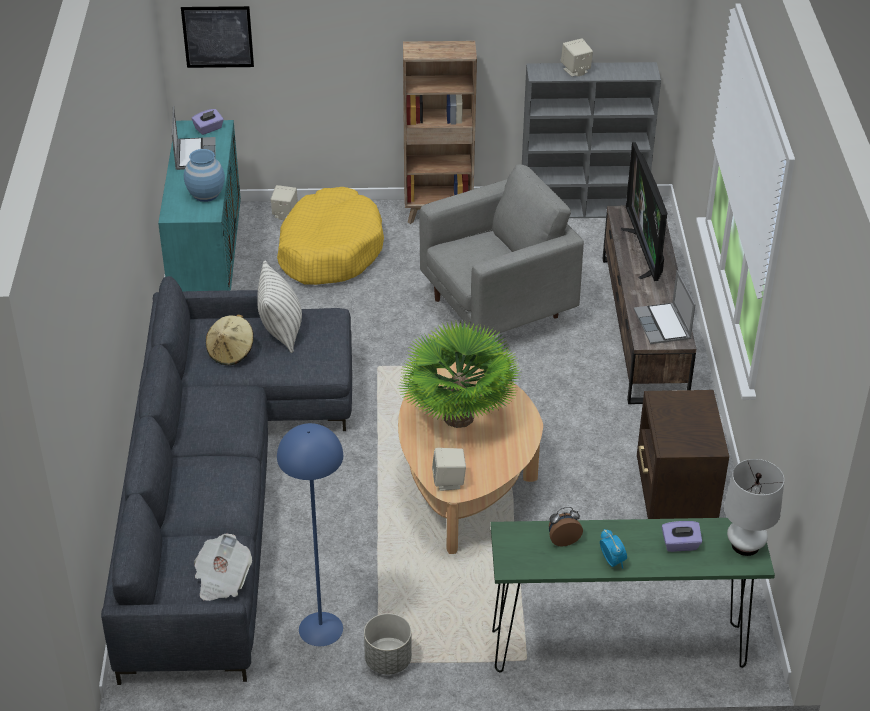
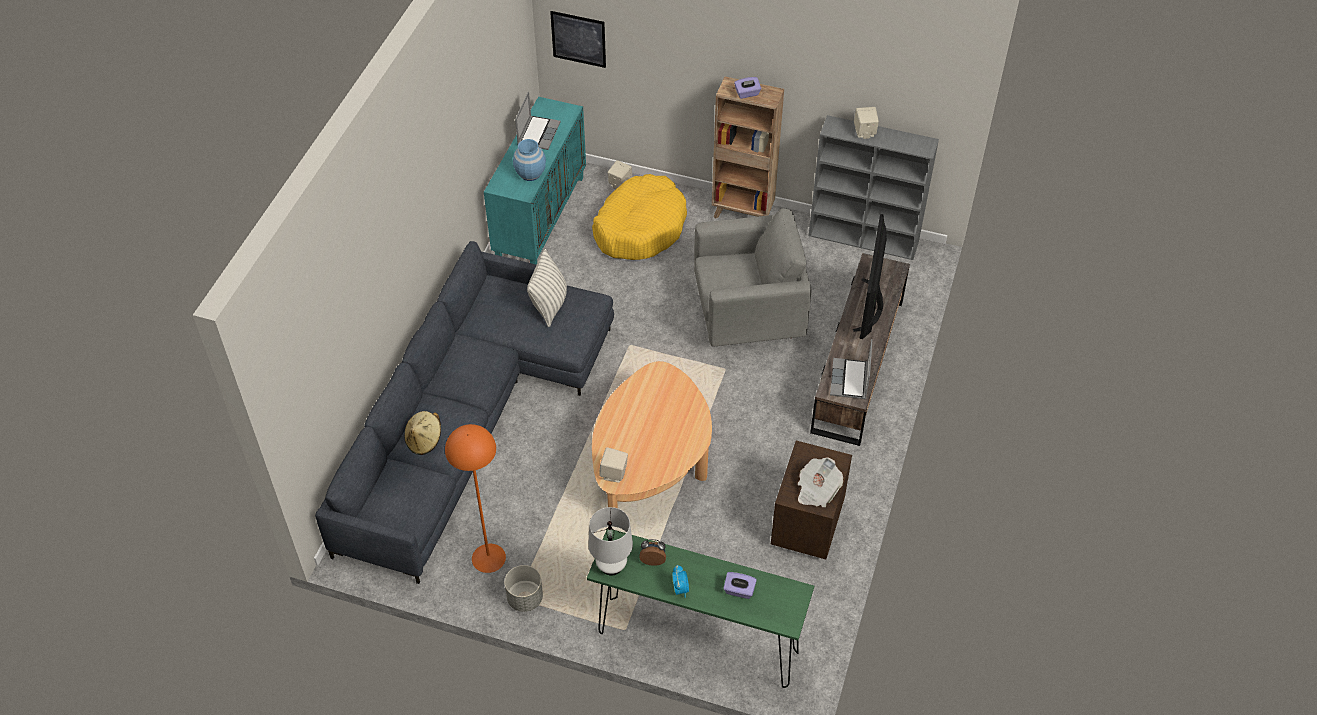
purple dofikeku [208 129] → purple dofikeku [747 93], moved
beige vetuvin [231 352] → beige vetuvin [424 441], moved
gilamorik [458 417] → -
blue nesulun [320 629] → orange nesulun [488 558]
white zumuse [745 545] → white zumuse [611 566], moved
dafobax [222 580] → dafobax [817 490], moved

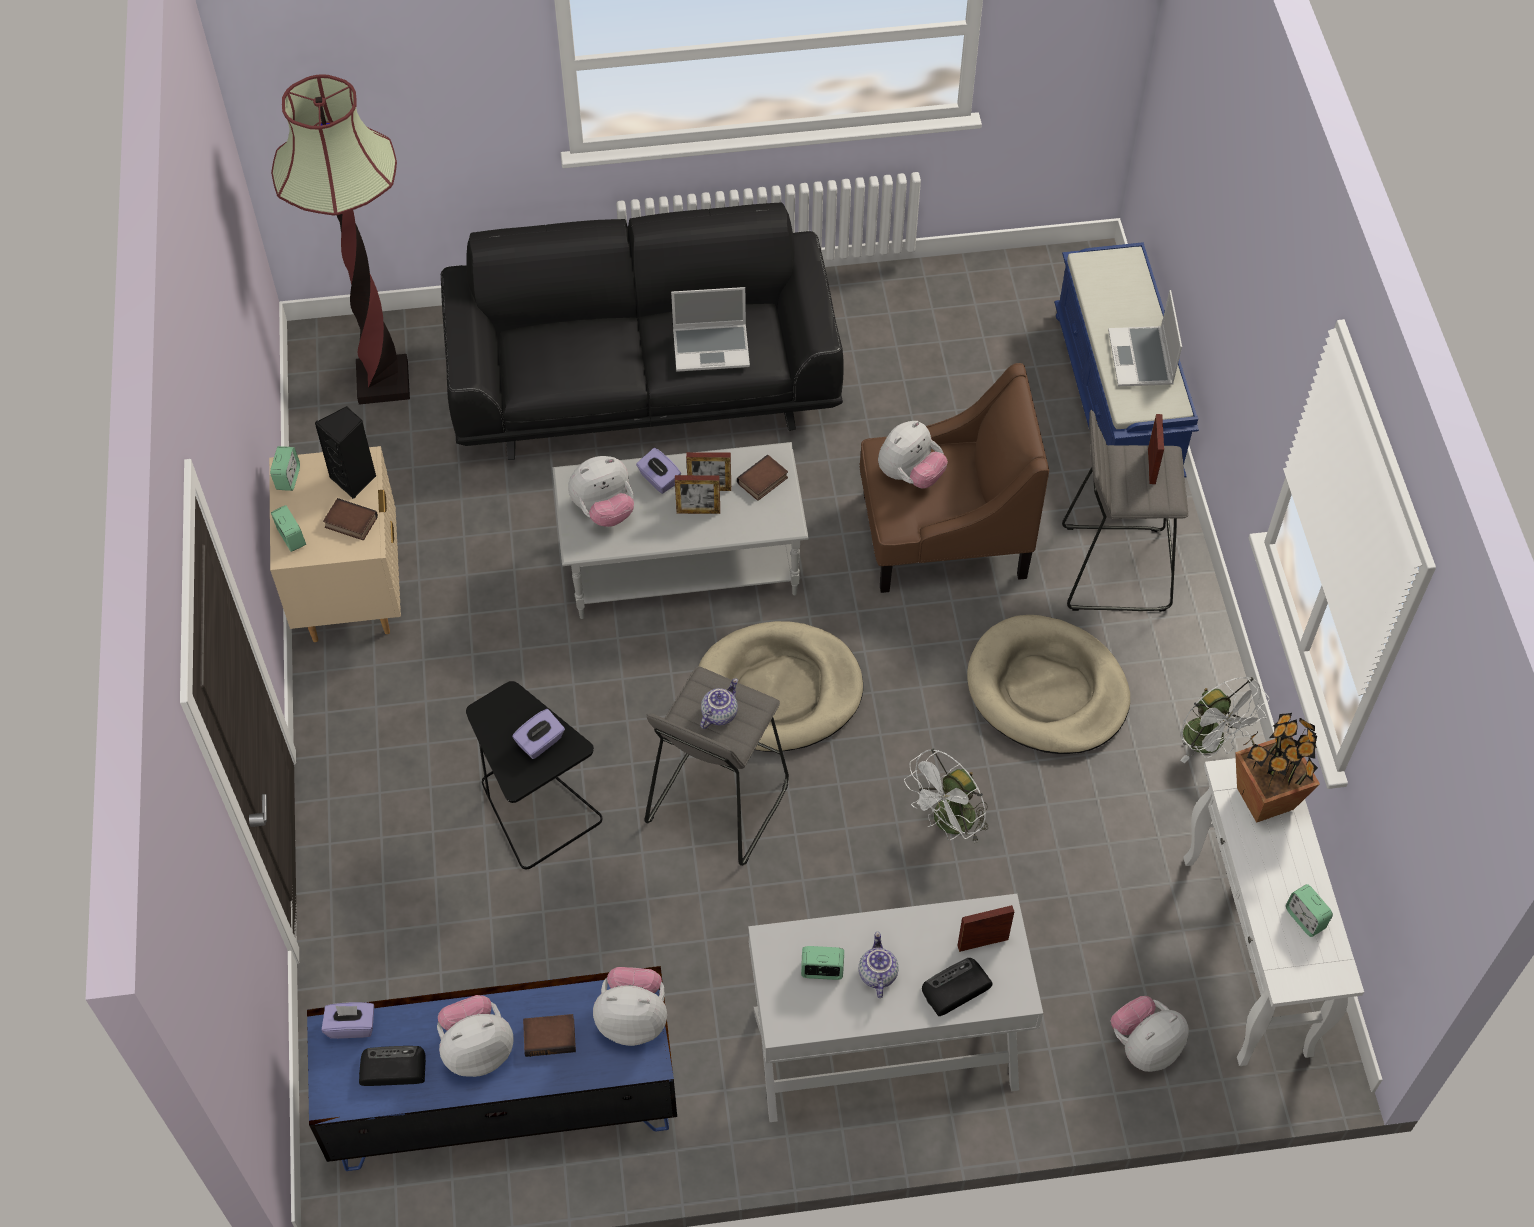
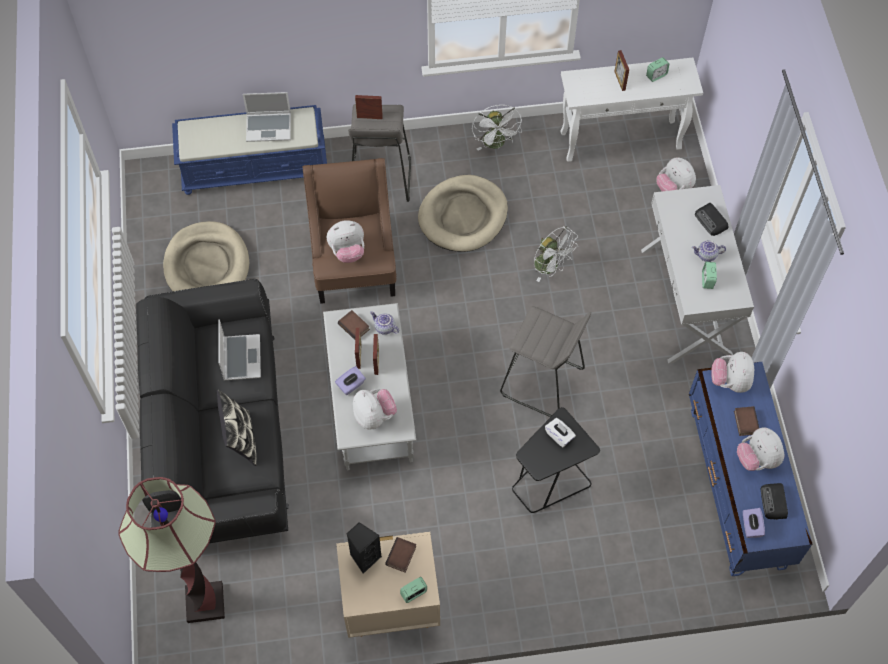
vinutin [910 475] → vinutin [347 251], 120 degrees clockwise
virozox [288 478] → -
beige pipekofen [779 691] → beige pipekofen [207 265], moved
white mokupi [1210 743] → white mokupi [496 144], 105 degrees clockwise
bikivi [719 713] → bikivi [384 328], moved
purple dofikeku [540 742] → white dofikeku [559 436]
gilamorik [1266 798] → -
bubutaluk [982 942] → bubutaluk [619 81], moved
- → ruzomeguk [241 440]

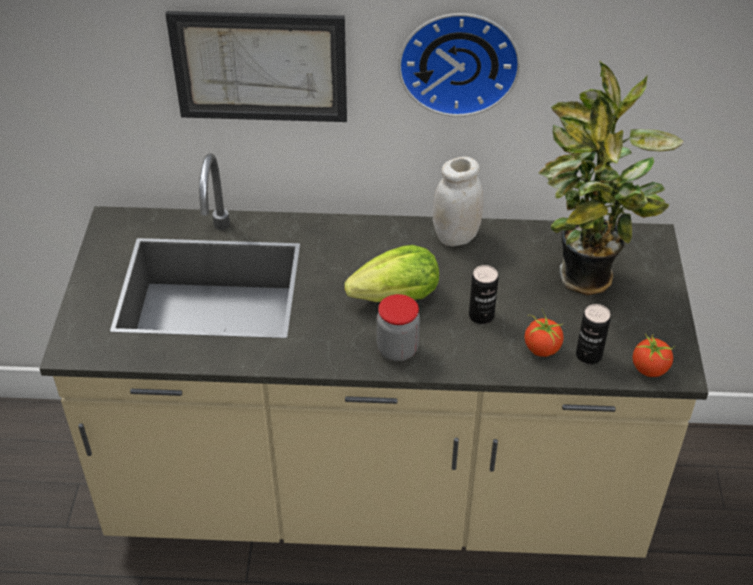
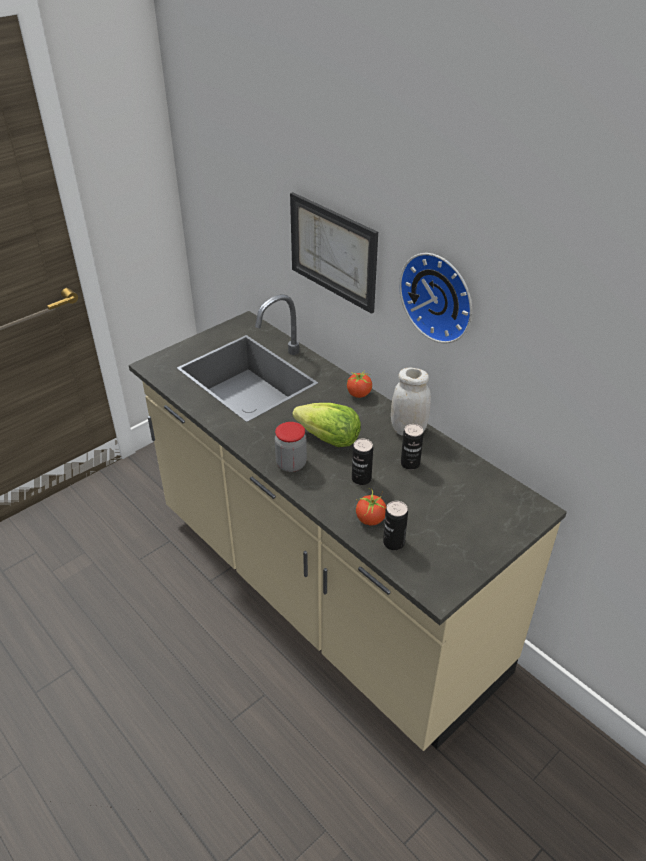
gilamorik [585 282] → -
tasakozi [650 369] → tasakozi [359 394], moved
- → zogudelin [410 463]

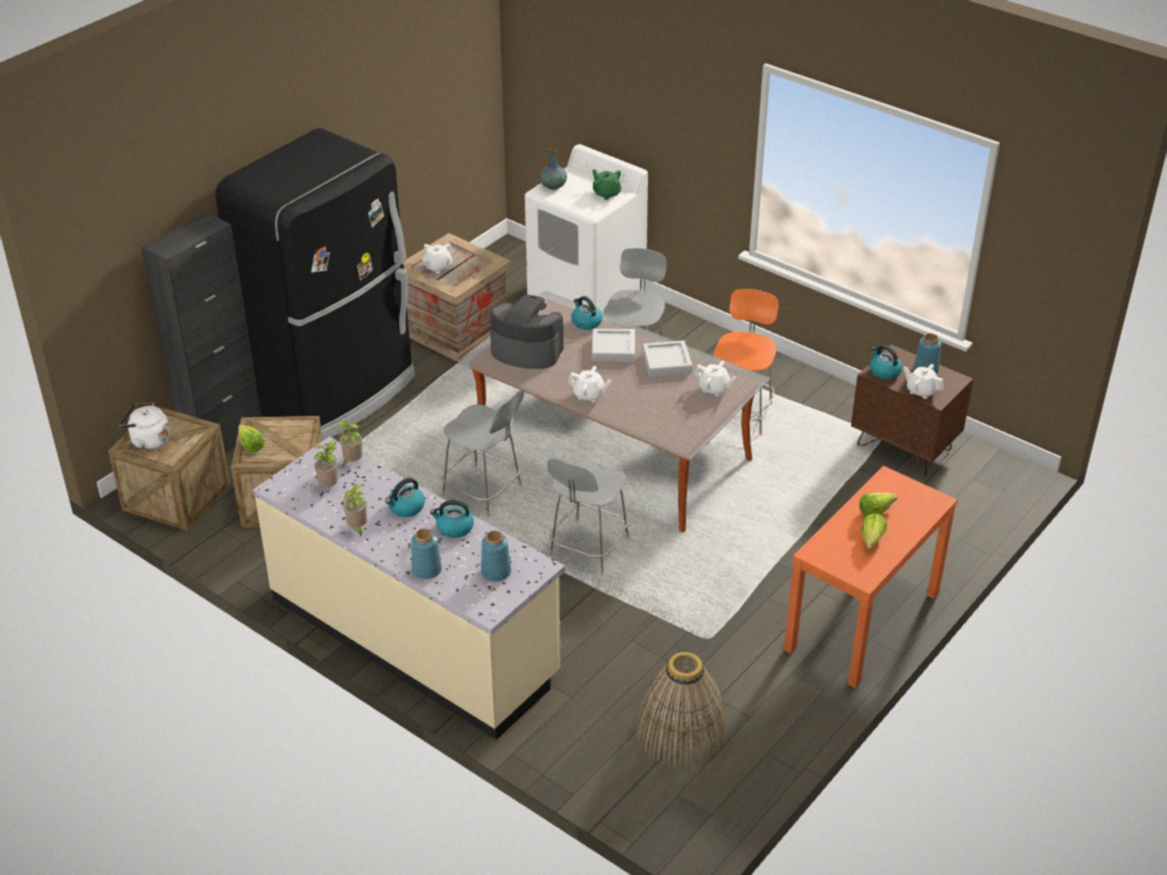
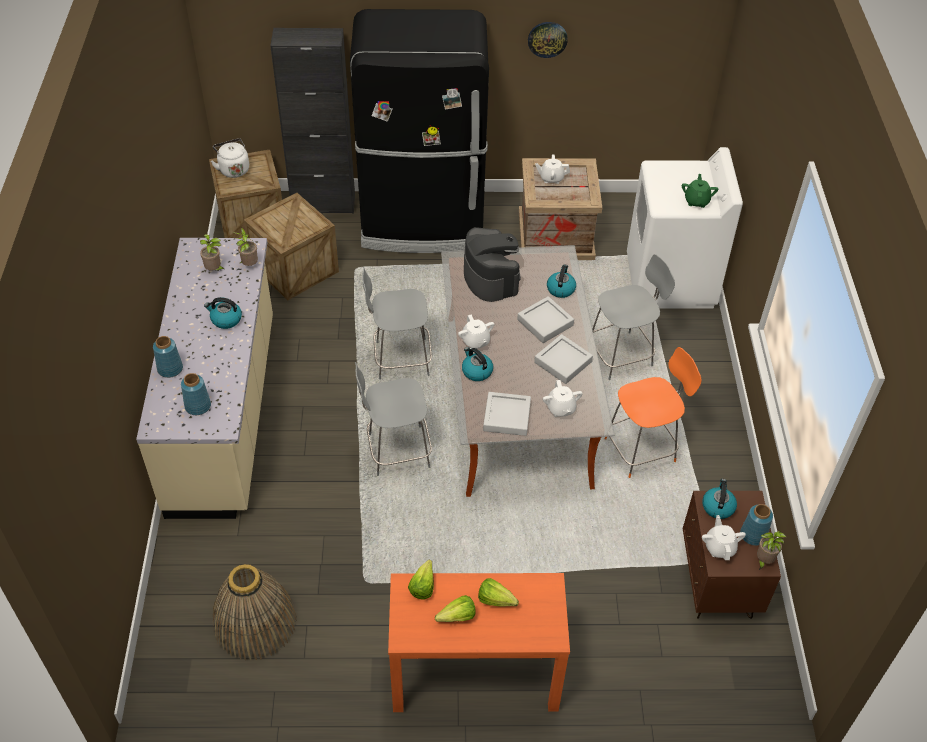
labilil [553 186] → -
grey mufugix [484 492] → grey mufugix [399 359], 90 degrees clockwise
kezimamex [250 444] → kezimamex [424 584], moved
gilamorik [357 528] → gilamorik [763 561], moved
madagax [454 528] → madagax [476 371], moved
- → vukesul [547 39]
- → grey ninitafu [507 416]

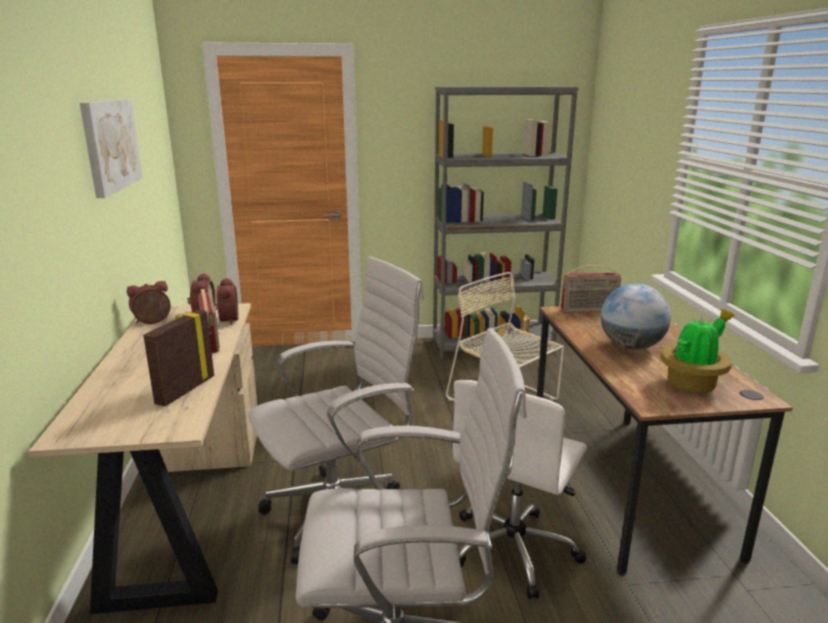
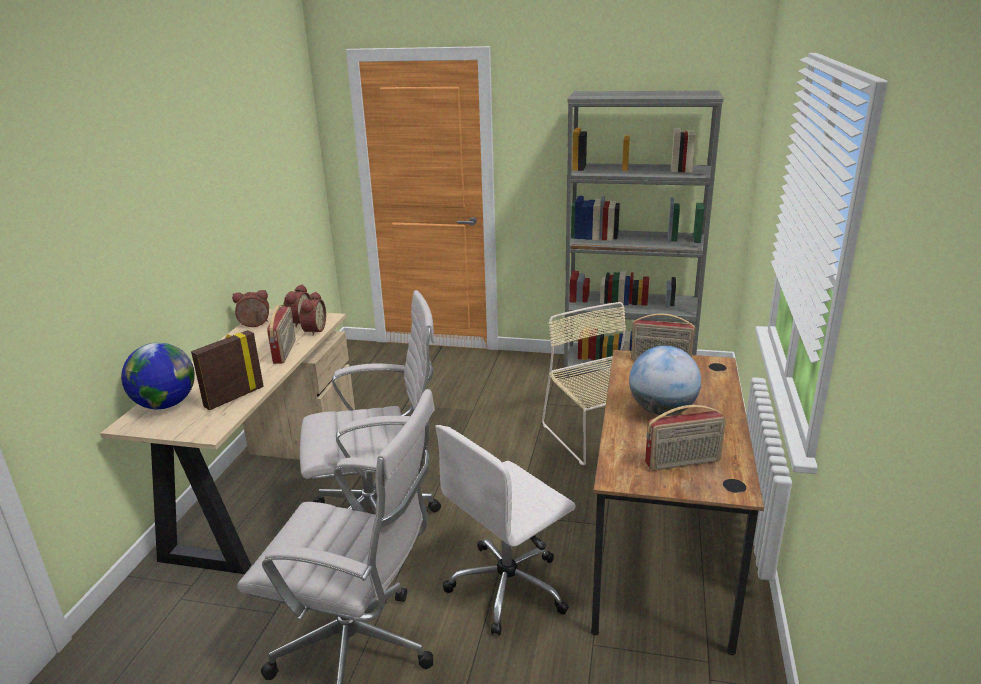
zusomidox [110 145] → -
gilamorik [692 384] → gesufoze [683 463]
- → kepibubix [166 404]

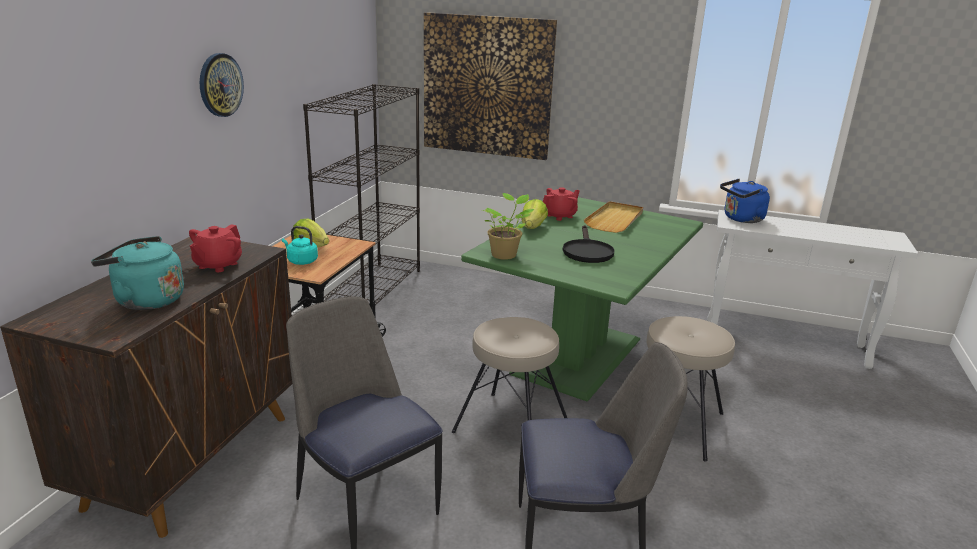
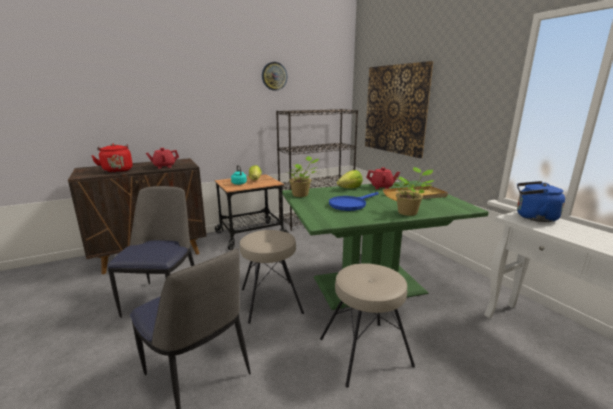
vukesul [220 85] → vukesul [274 76], moved
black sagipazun [587 251] → blue sagipazun [350 204]
turquoise madagax [146 300] → red madagax [117 170]
- → gilamorik [409 212]

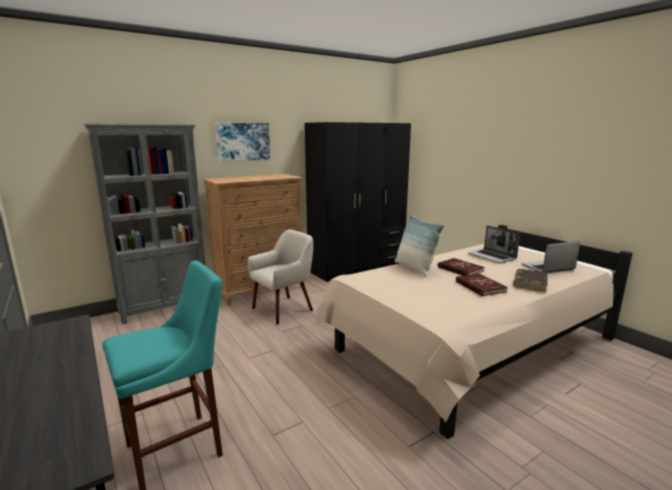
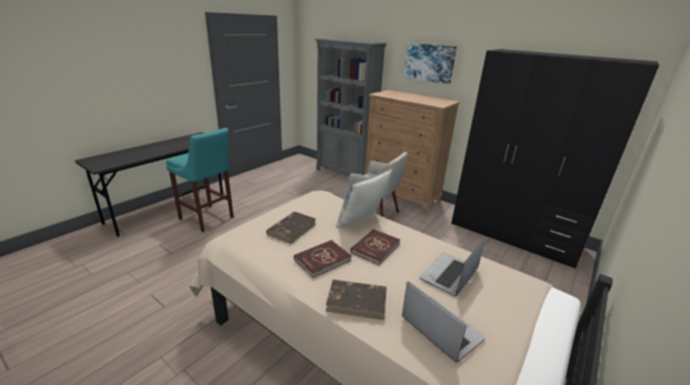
- → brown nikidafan [292 229]

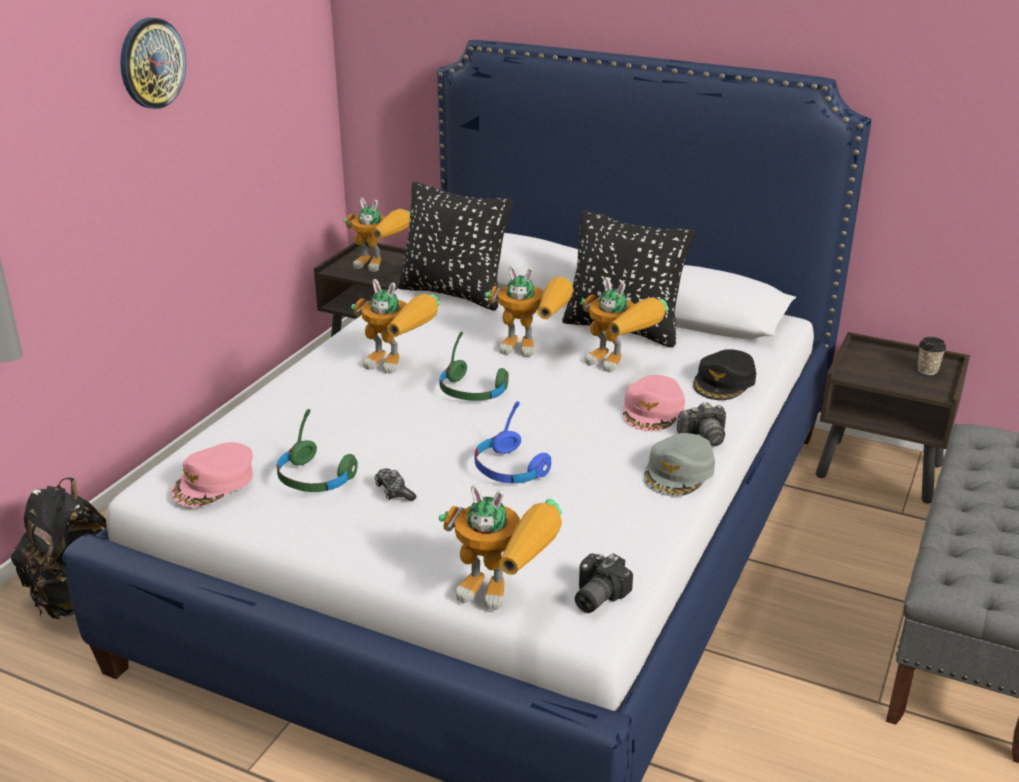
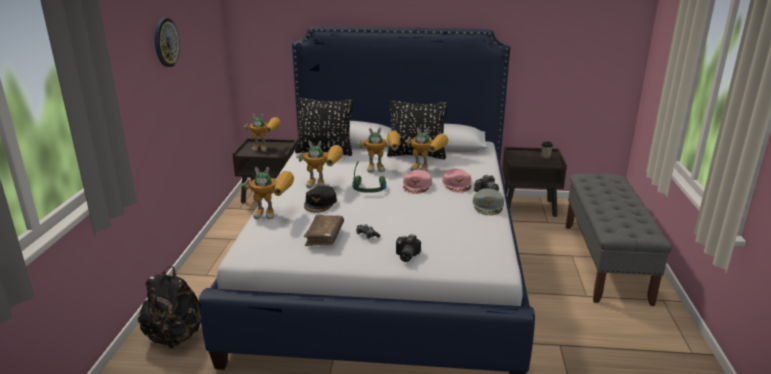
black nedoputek [724 382] → black nedoputek [320 203], moved
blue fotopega [509 469] → -
green fotopega [315 478] → brown nikidafan [324 236]
pink nedoputek [214 482] → pink nedoputek [417 185], moved
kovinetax [505 594] → kovinetax [274 214], moved
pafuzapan [594 596] → pafuzapan [405 255], moved

